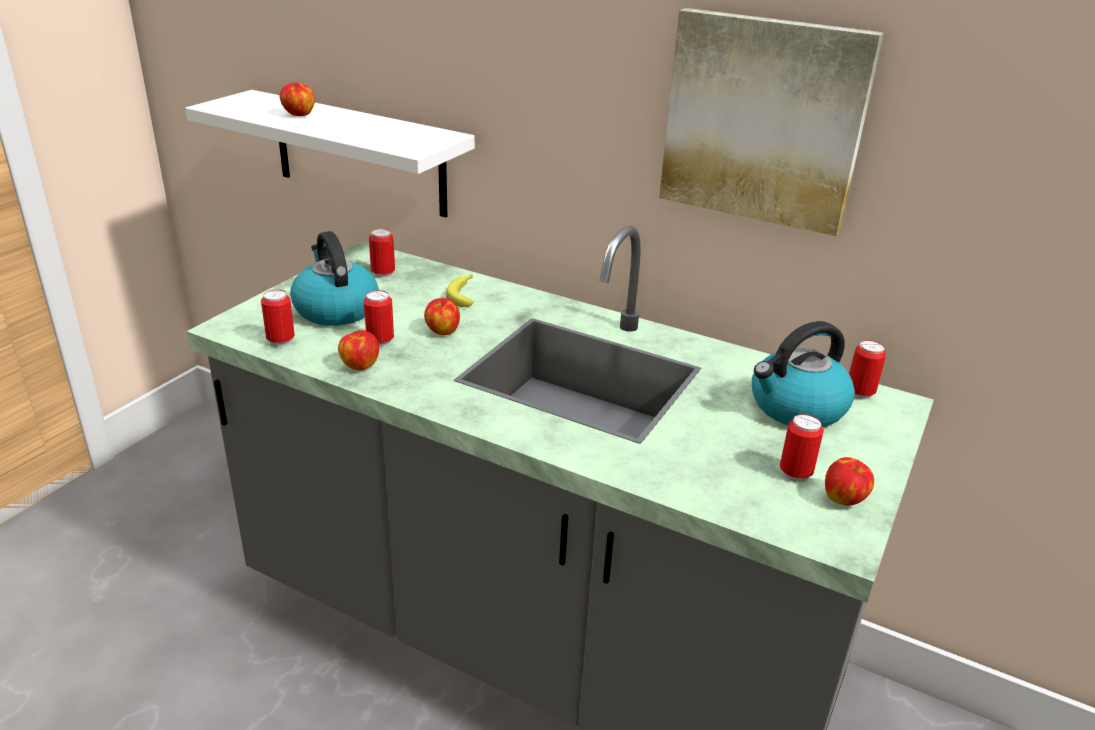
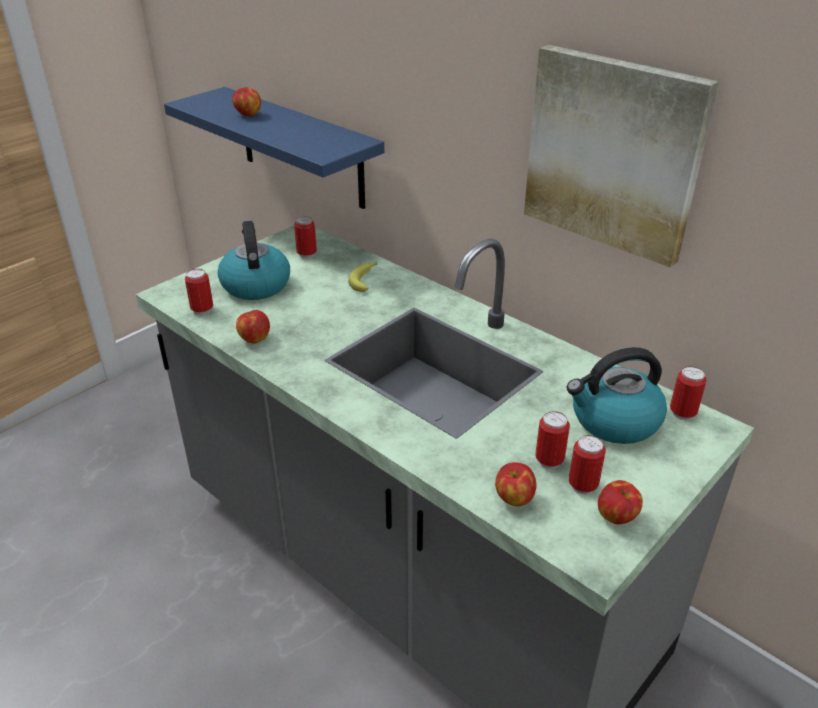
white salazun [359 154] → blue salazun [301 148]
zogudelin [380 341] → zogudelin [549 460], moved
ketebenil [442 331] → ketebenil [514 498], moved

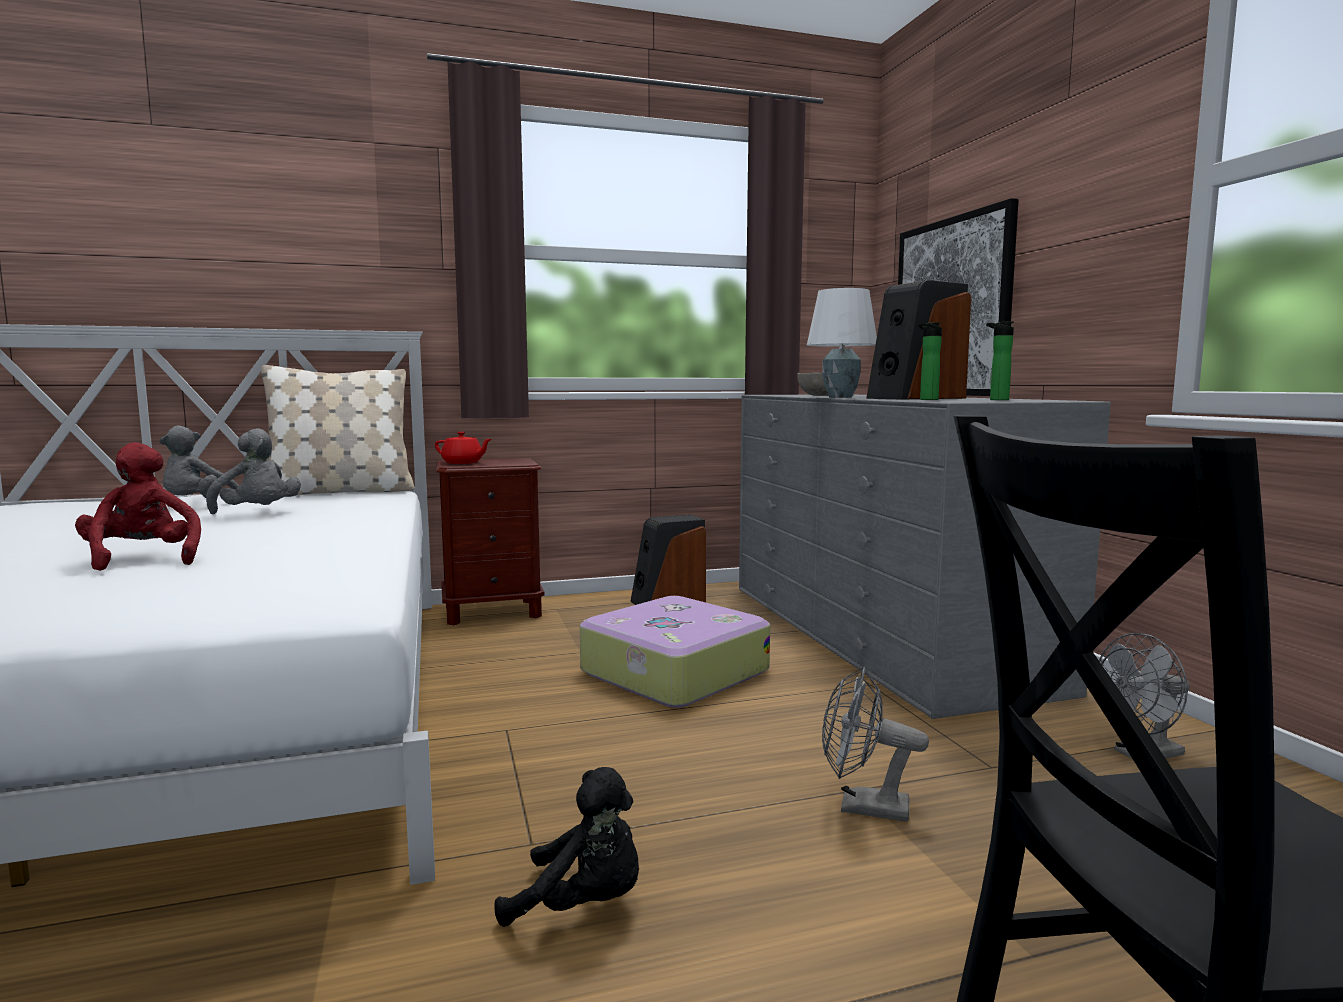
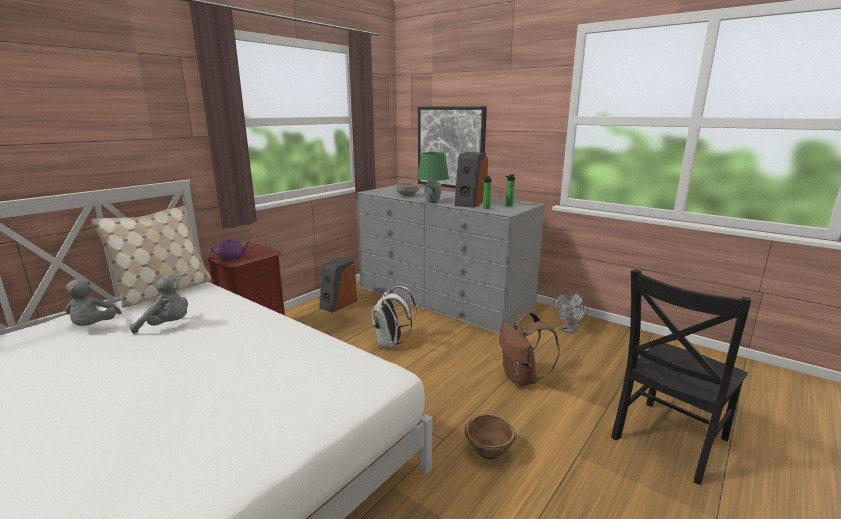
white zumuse [839 397] → green zumuse [432 201]
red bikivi [463 463] → purple bikivi [232 257]
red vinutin [143 560] → -
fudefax [672 672] → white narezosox [391 343]
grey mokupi [862 807] → brown narezosox [522 379]
black vinutin [582 905] → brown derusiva [489 452]

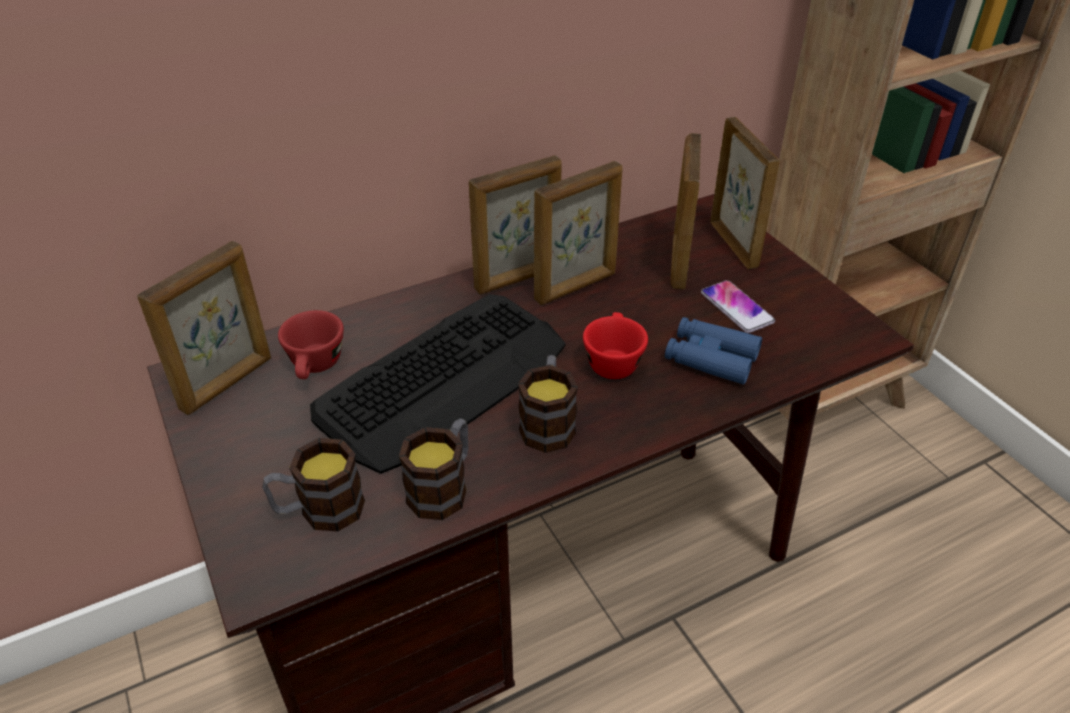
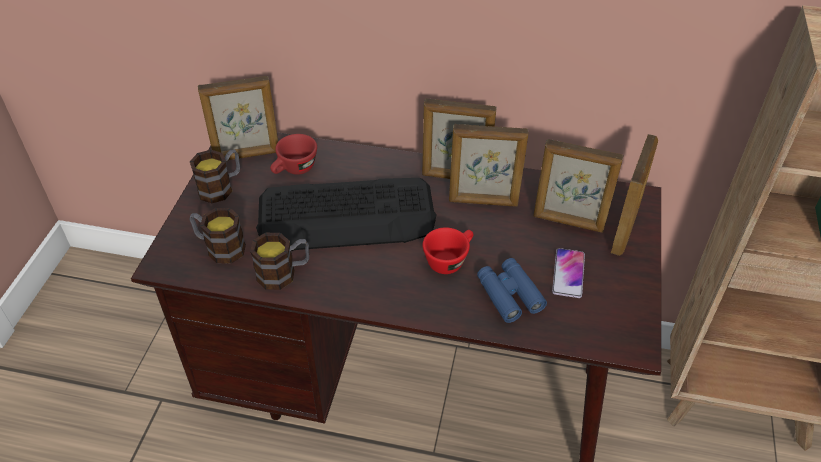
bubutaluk [678 263] → bubutaluk [568 222], 120 degrees counterclockwise
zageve [548 422] → zageve [221 187], moved

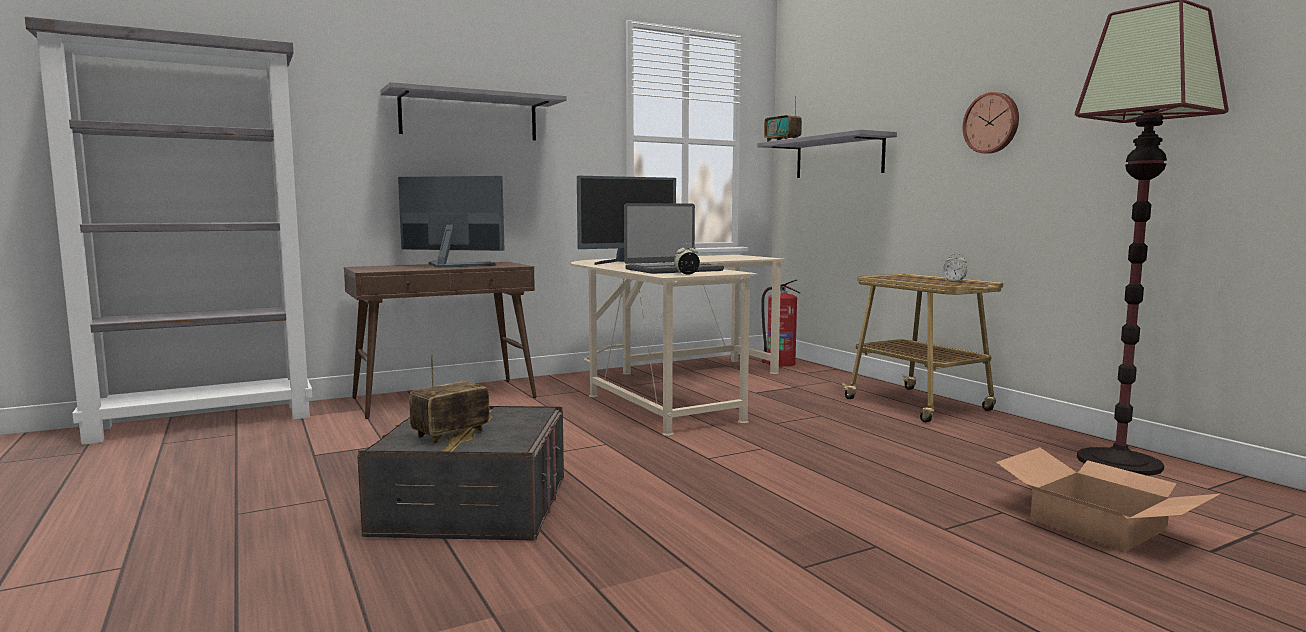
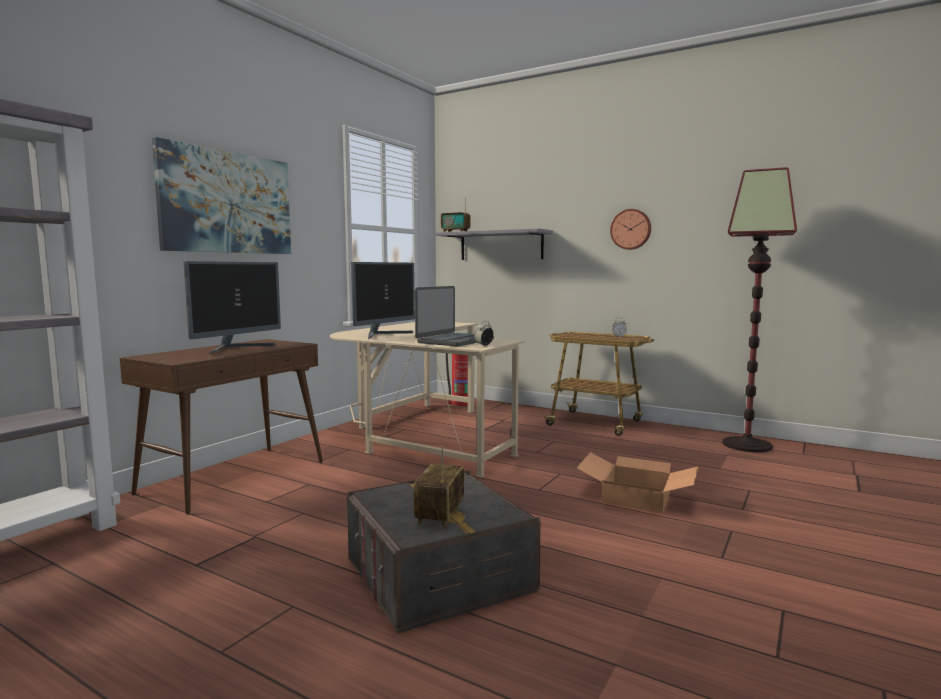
grey salazun [469 116] → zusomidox [227 202]
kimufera [450 265] → kimufera [236 348], 135 degrees clockwise
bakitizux [1100 524] → bakitizux [637 497], moved

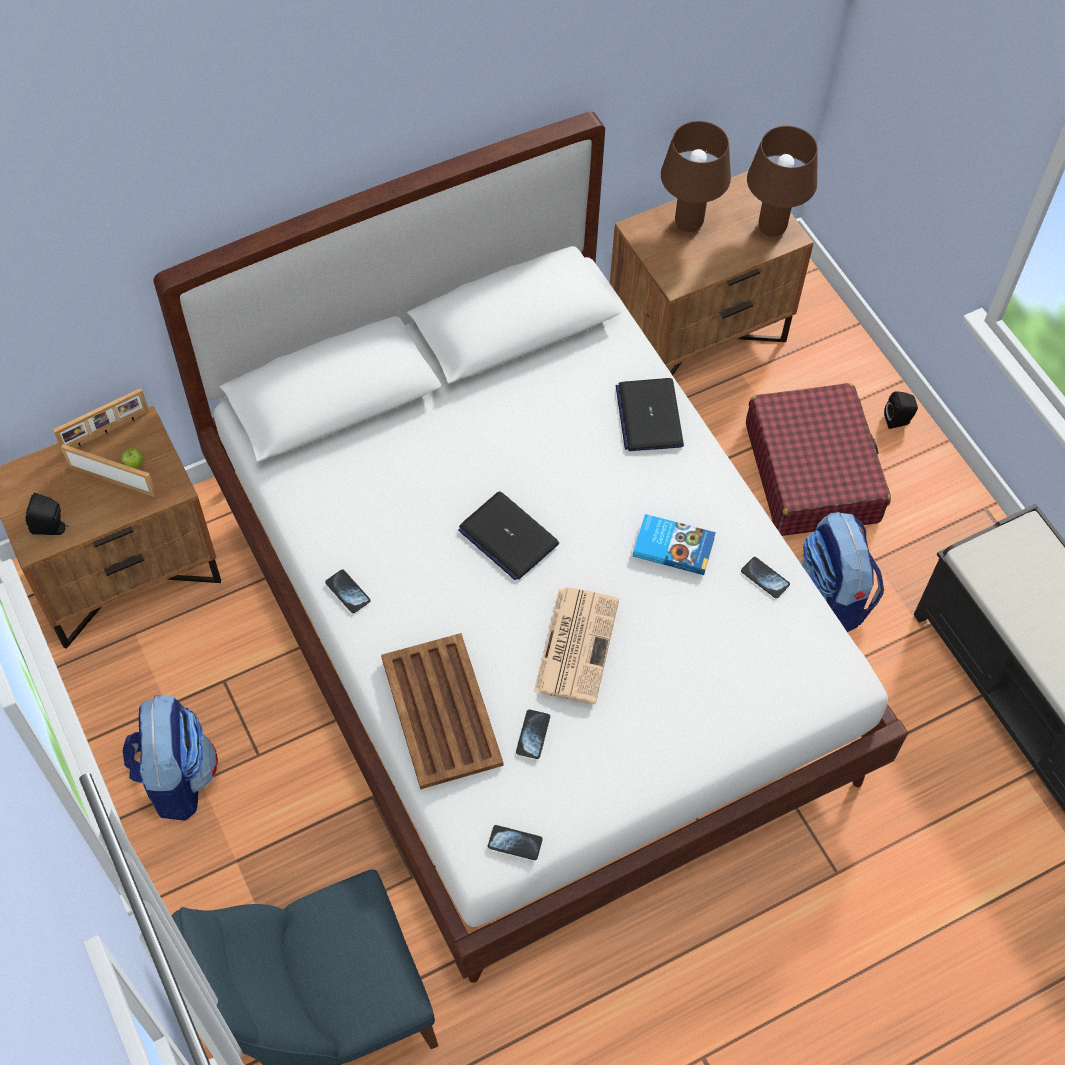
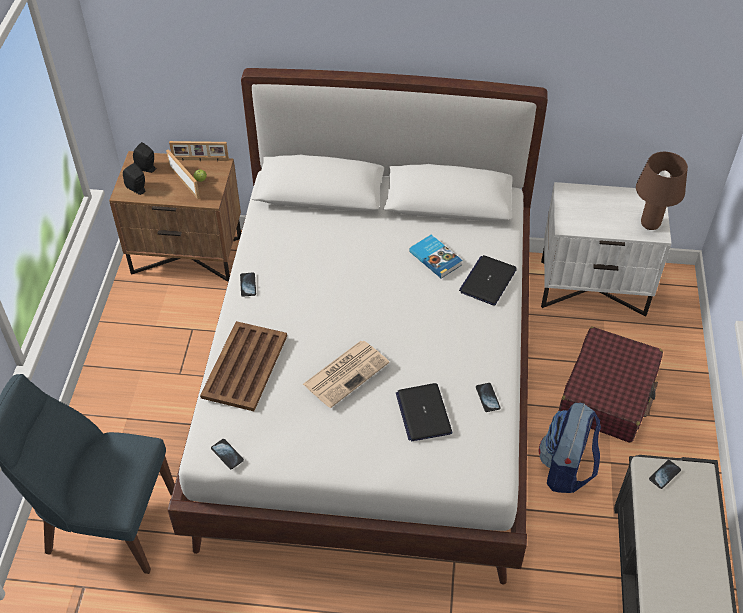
brown zumuse [687 223] → -
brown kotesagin [698 333] → white kotesagin [593 287]
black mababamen [898 421] → black mababamen [147 168], moved
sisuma [508 537] → sisuma [423 413], moved
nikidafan [673 546] → nikidafan [436 258], moved
narezosox [176 776] → -
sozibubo [533 734] → sozibubo [664 475], moved

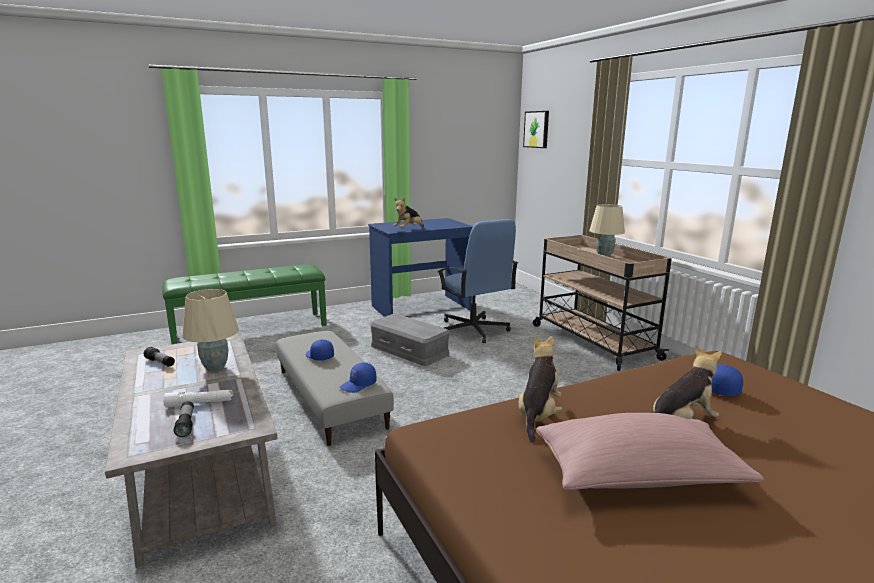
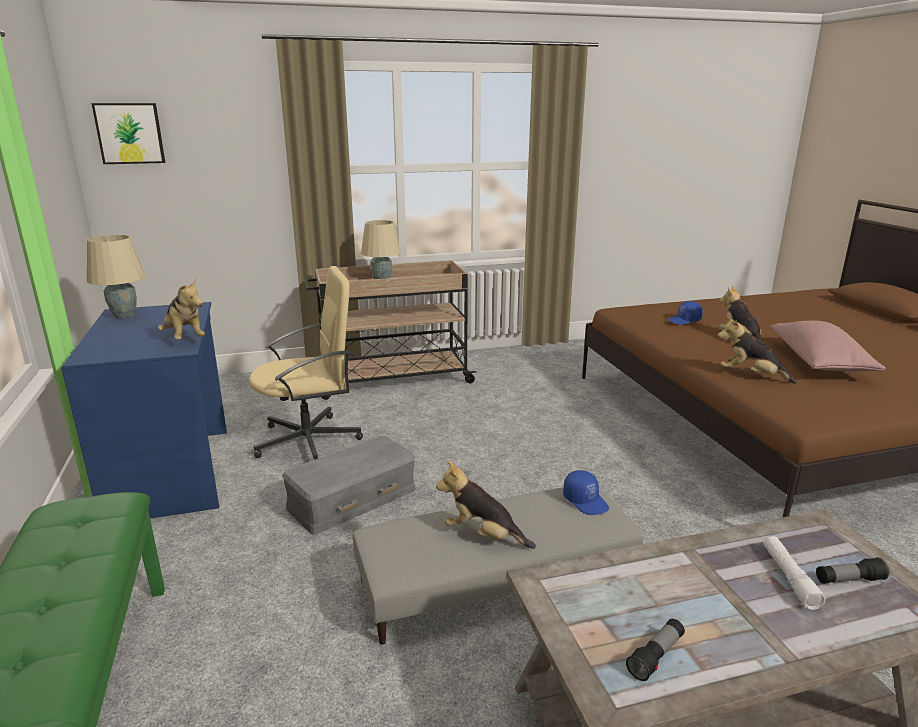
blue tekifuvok [473 330] → beige tekifuvok [309 440]
beige zumuse [216 368] → beige zumuse [124 315], moved
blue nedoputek [319 356] → vinutin [483 535]

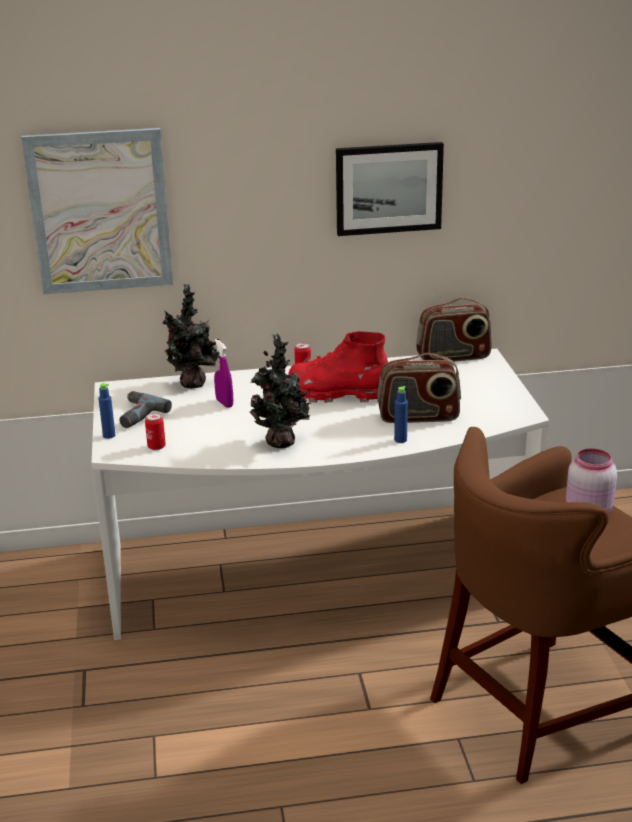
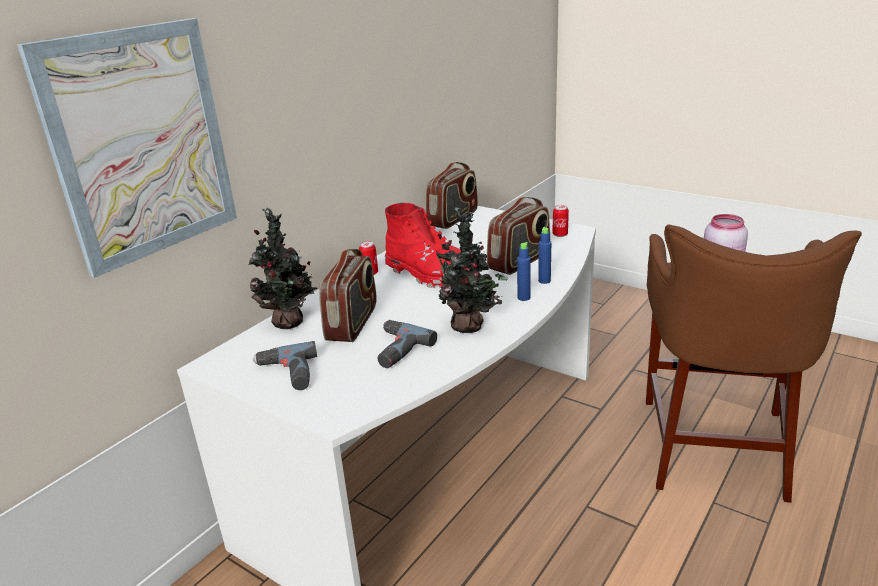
zusomidox [388 188] → -
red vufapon [337 394] → red vufapon [429 274], 105 degrees counterclockwise
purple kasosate [224 403] → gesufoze [353 323]
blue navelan [109 435] → blue navelan [523 298], moved
zogudelin [156 447] → zogudelin [560 234], moved
- → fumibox [394 350]

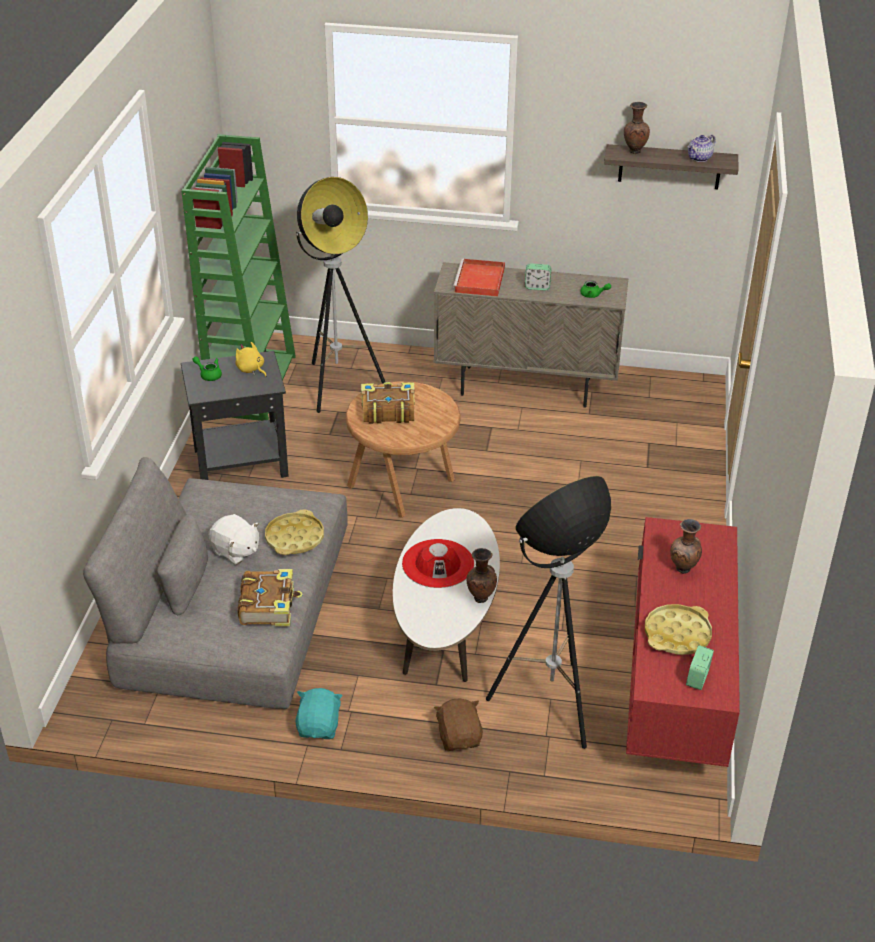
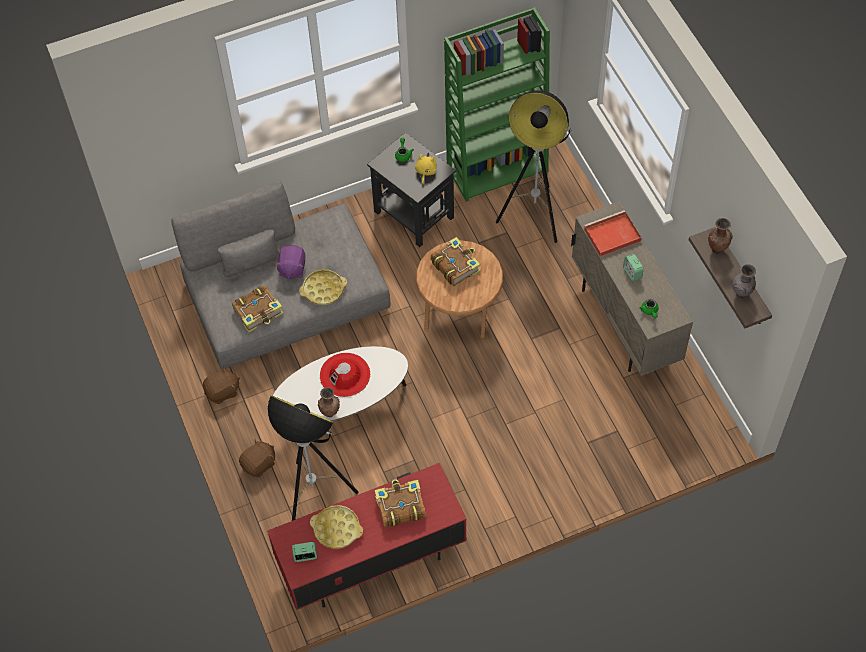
bikivi [699 158] → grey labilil [741 294]
white vinutin [235 551] → purple vinutin [292 268]
brown labilil [683 570] → nikidafan [400 506]
turquoise vinutin [319 726] → brown vinutin [223 392]

